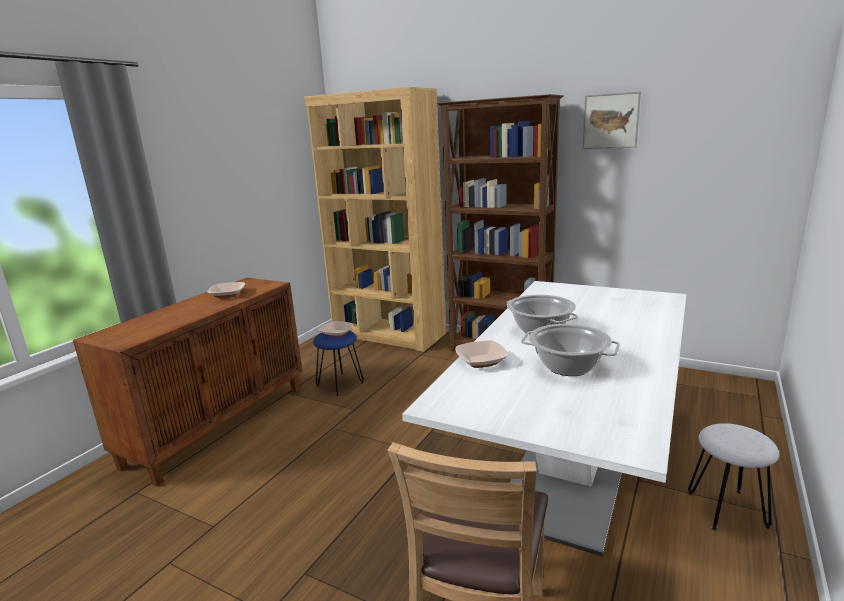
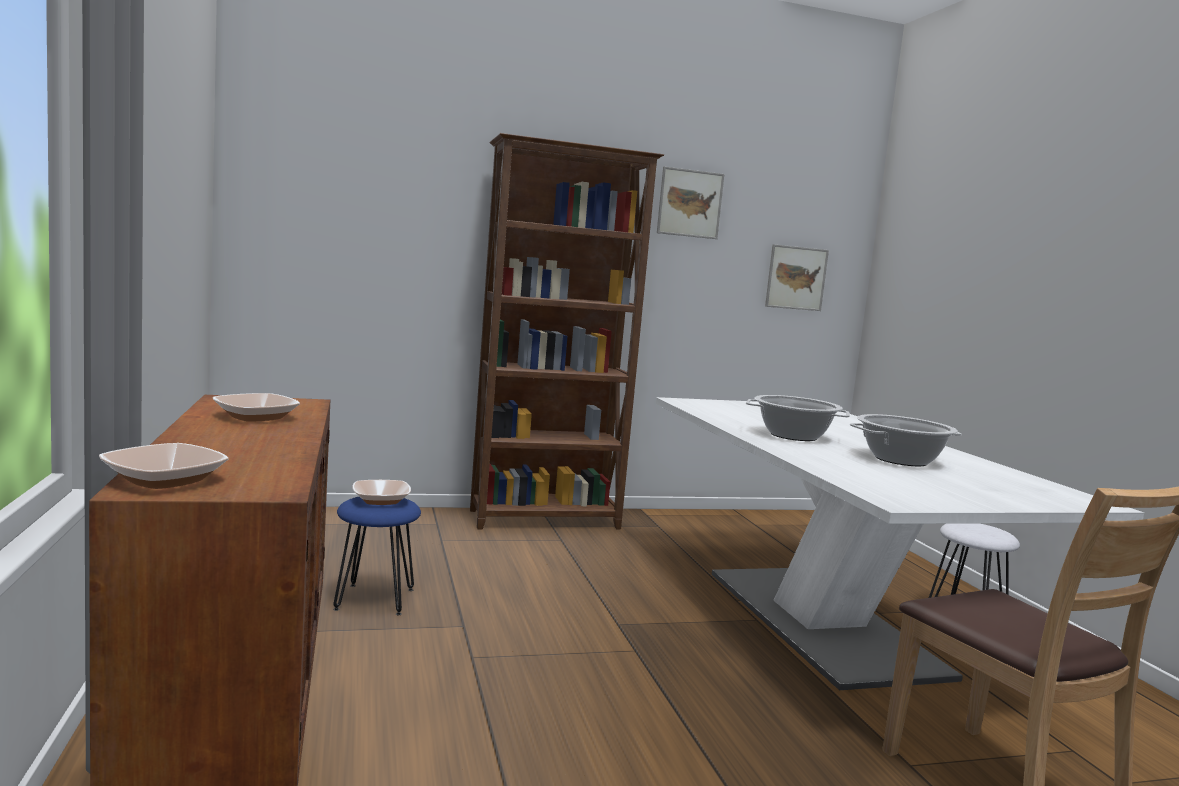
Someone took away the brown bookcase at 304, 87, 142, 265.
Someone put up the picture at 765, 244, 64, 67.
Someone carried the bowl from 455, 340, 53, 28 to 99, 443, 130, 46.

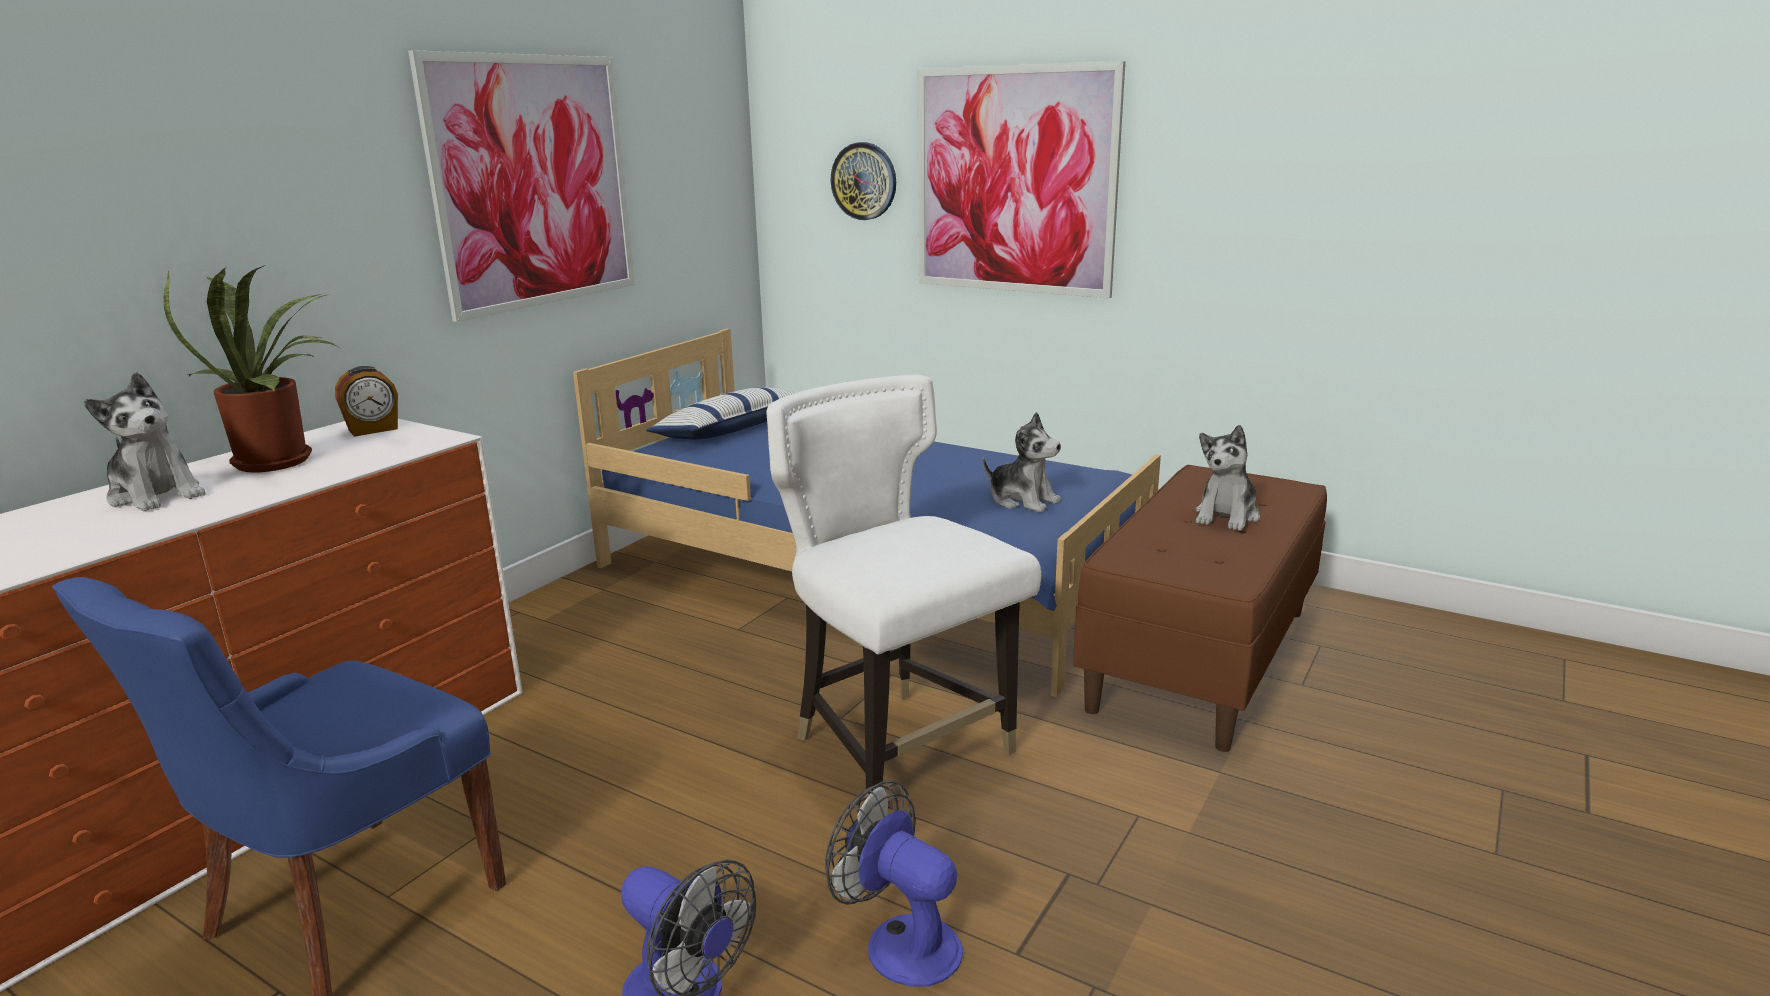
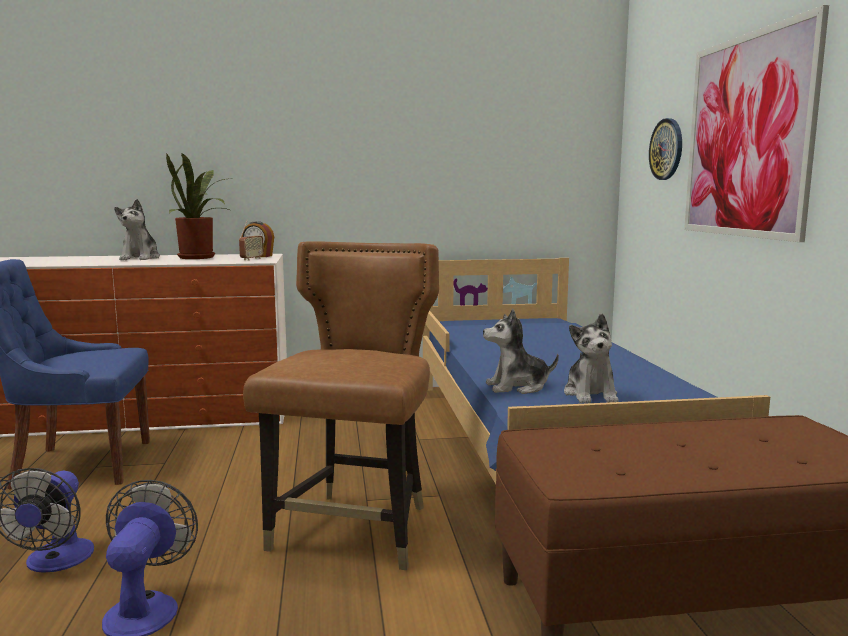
Someone took away the picture at 408, 50, 227, 272.
Someone took away the pillow at 646, 388, 149, 52.
Someone put down the radio at 239, 219, 25, 41.
Someone carried the plush toy from 1196, 425, 64, 106 to 483, 309, 76, 85.
Someone repainted the white chair at 767, 375, 274, 422, which became the brown chair at 243, 241, 196, 329.

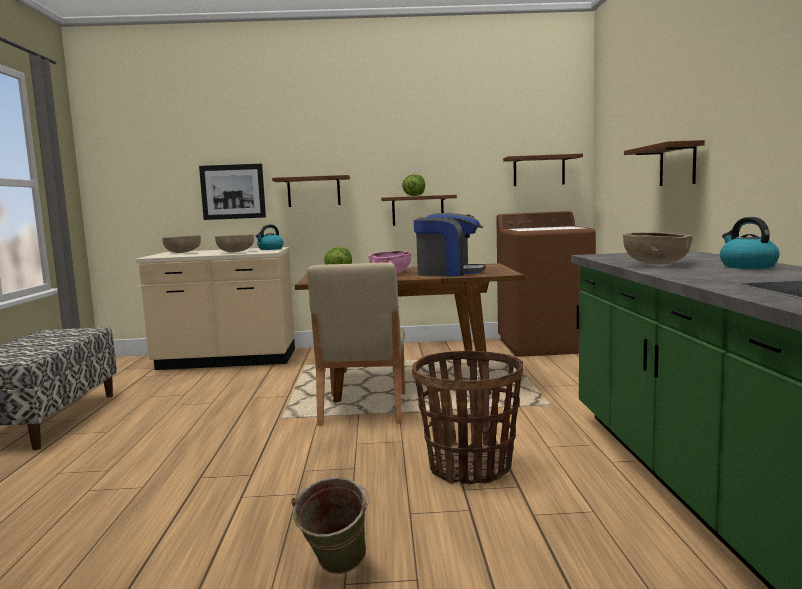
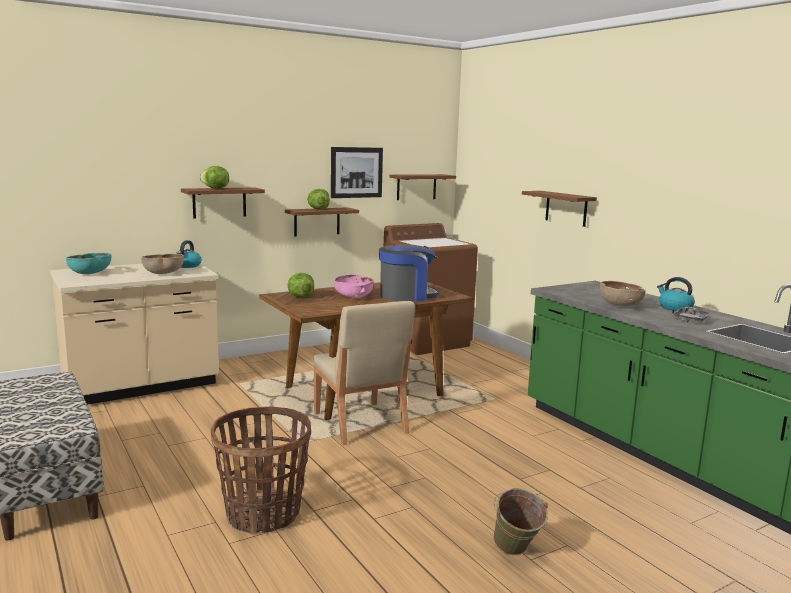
Someone put down the lettuce at 199, 166, 30, 23.
Someone put down the grey tray at 672, 306, 40, 16.
Someone carried the picture from 199, 164, 67, 56 to 331, 147, 52, 51.
Someone carried the basket from 412, 351, 111, 133 to 211, 407, 100, 128.
Someone repainted the brown bowl at 162, 235, 39, 18, which became the turquoise bowl at 66, 253, 45, 21.

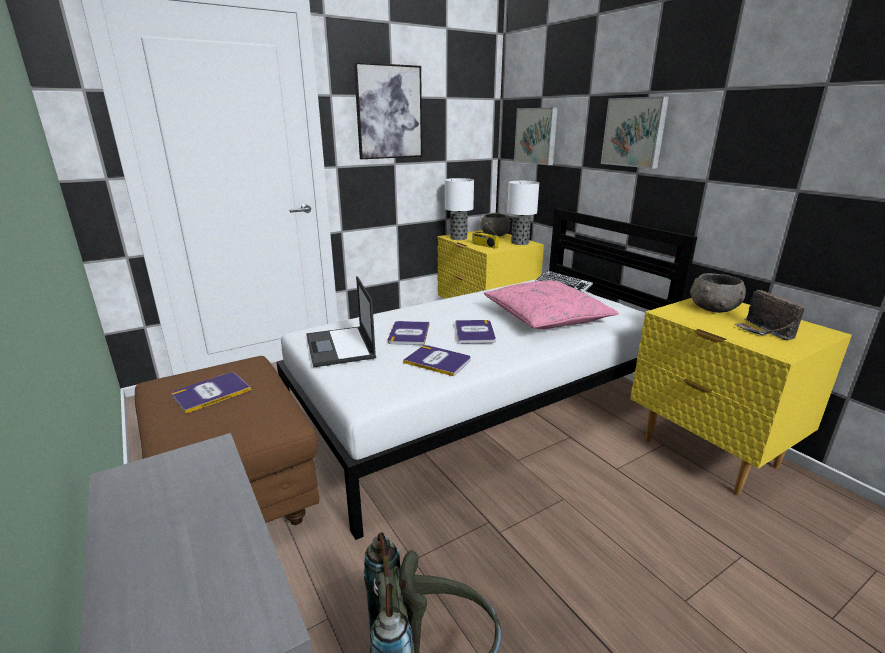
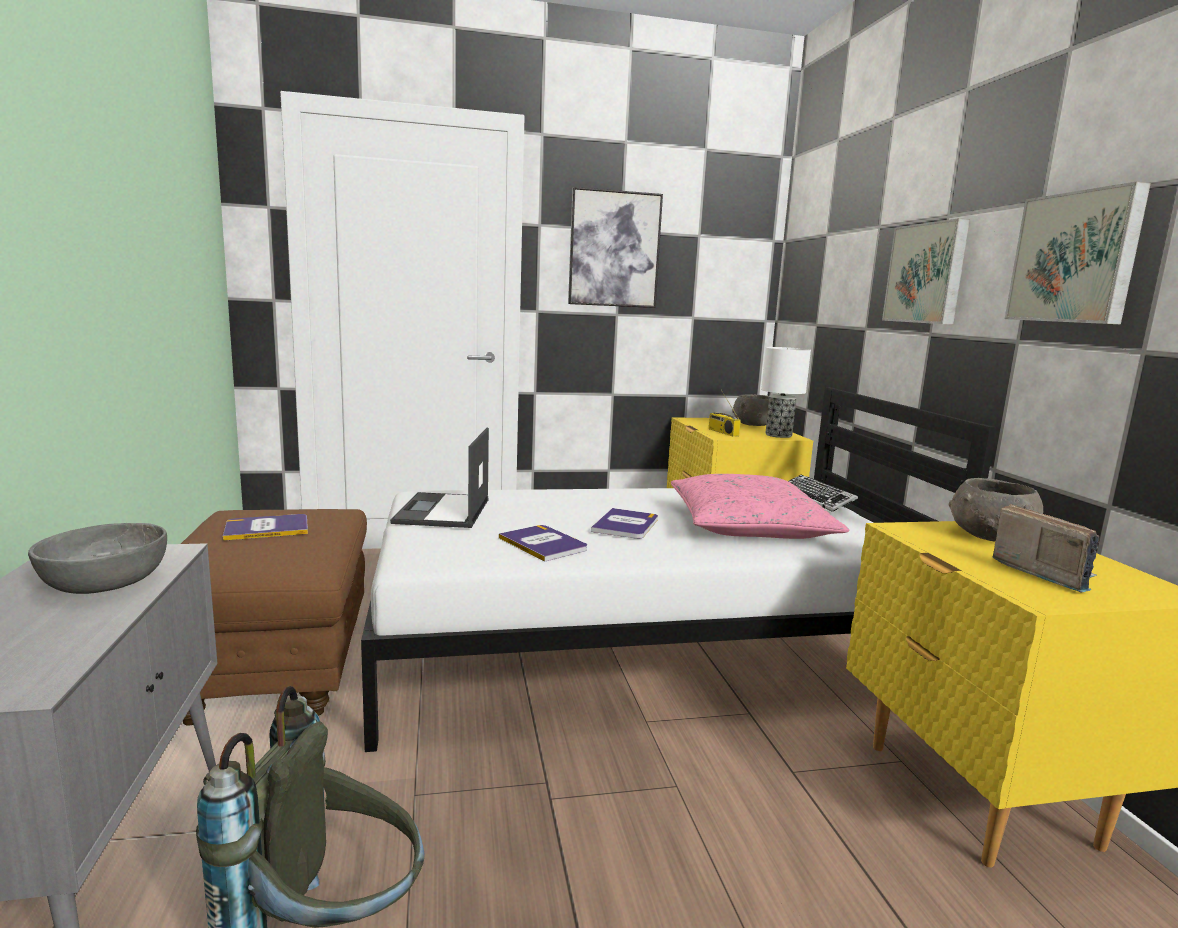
Someone took away the book at 388, 321, 41, 24.
Someone took away the table lamp at 445, 178, 29, 62.
Someone put down the grey bowl at 28, 523, 139, 71.
Someone carried the picture from 514, 108, 44, 57 to 1005, 181, 146, 143.
Someone rotated the radio at 735, 290, 70, 50 by 150 degrees clockwise.

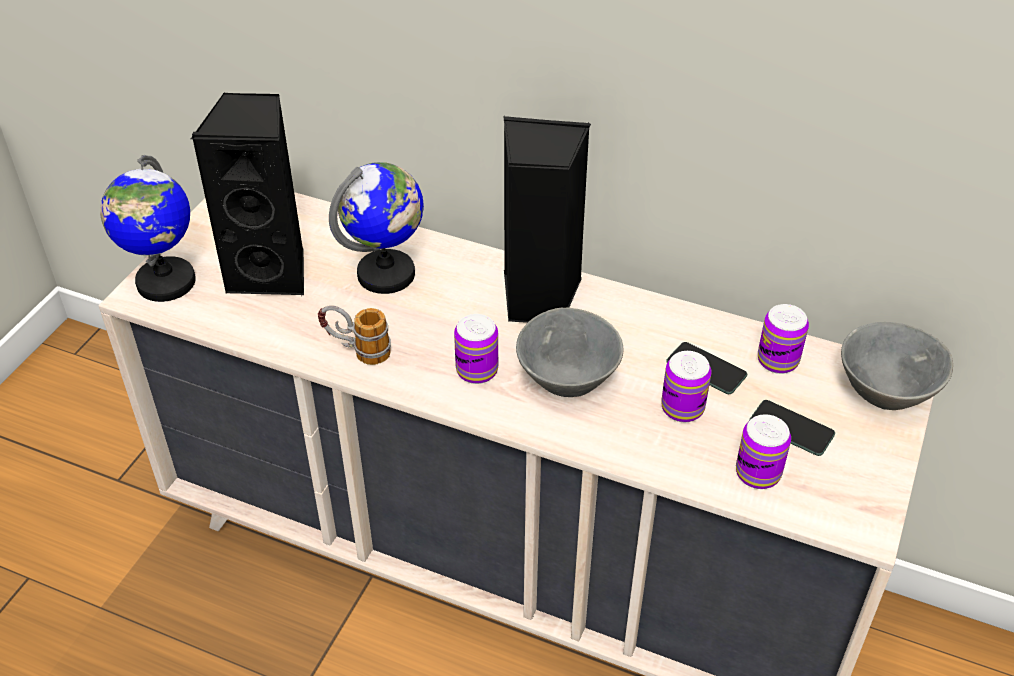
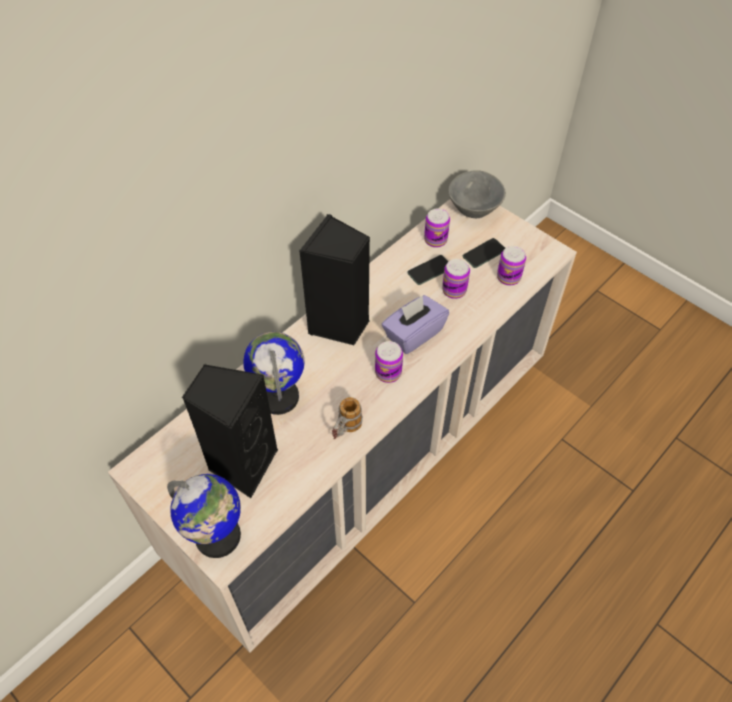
Someone swapped the grey bowl at 516, 307, 107, 90 for the purple tissue box at 382, 295, 67, 59.

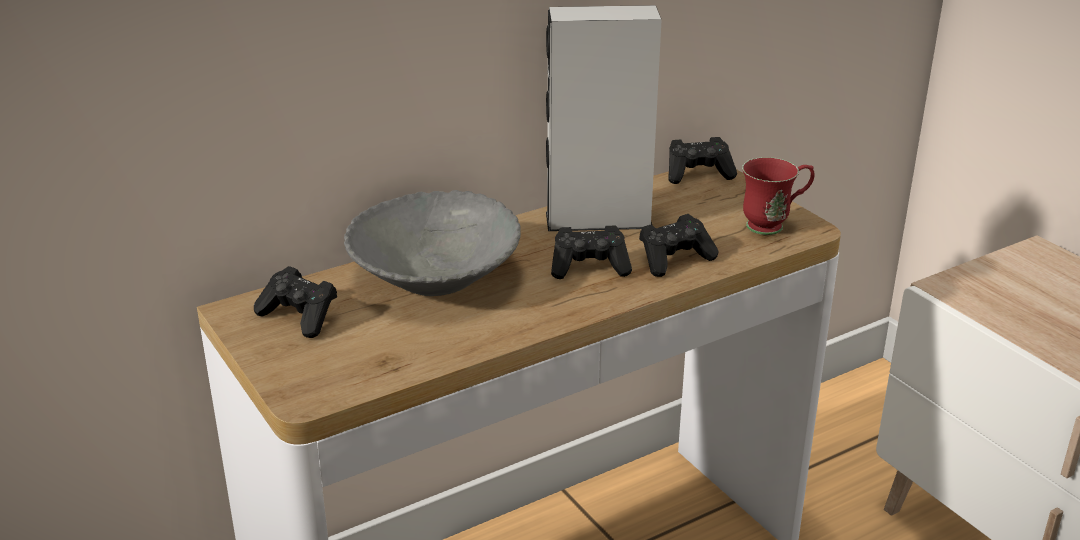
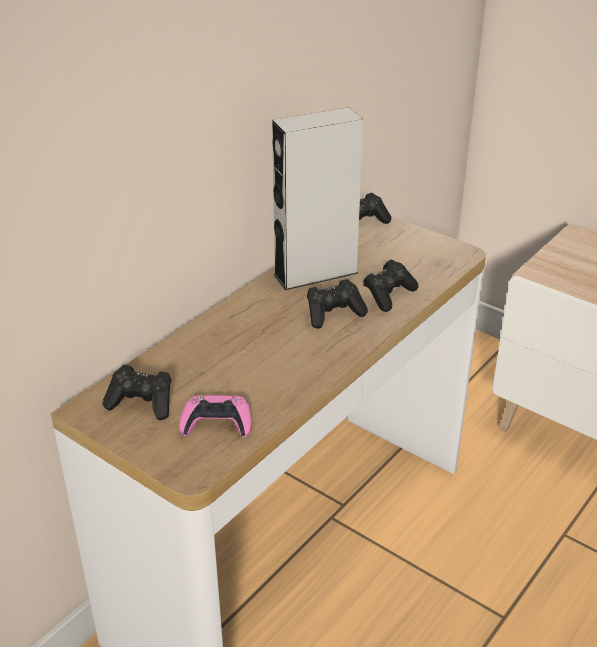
Someone took away the grey bowl at 344, 190, 177, 106.
Someone took away the red mug at 742, 157, 73, 78.
Someone put down the pink game controller at 179, 395, 73, 42.

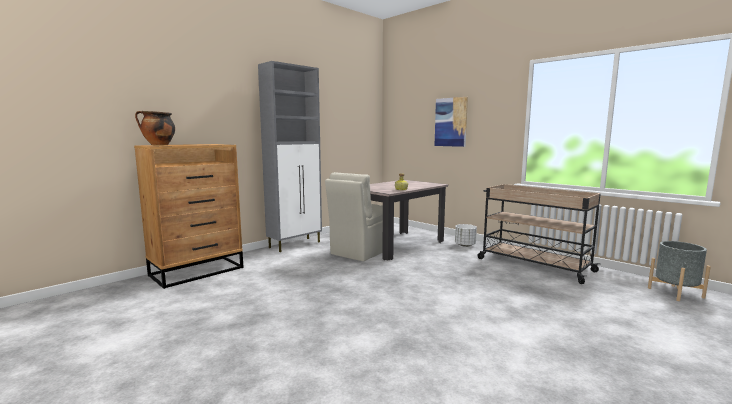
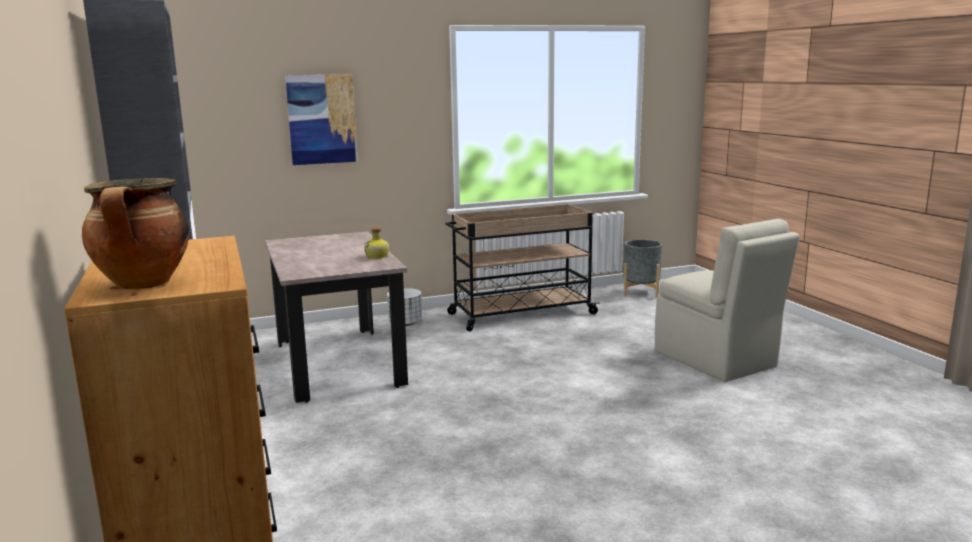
Someone carried the beige chair from 325, 172, 58, 90 to 655, 219, 145, 163.

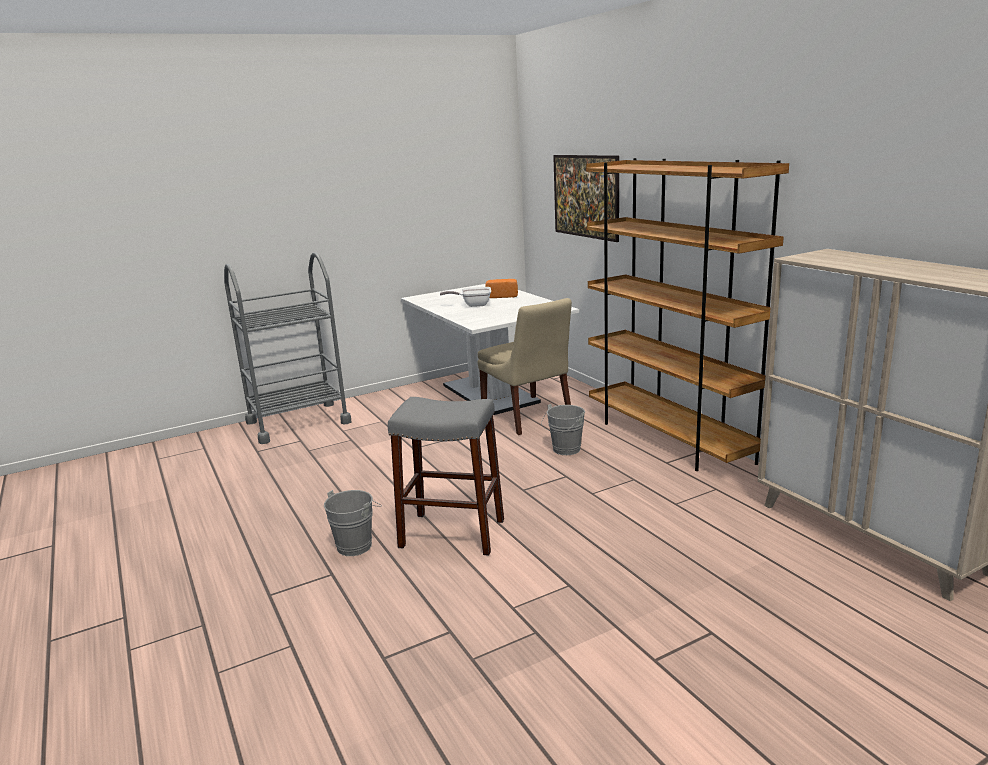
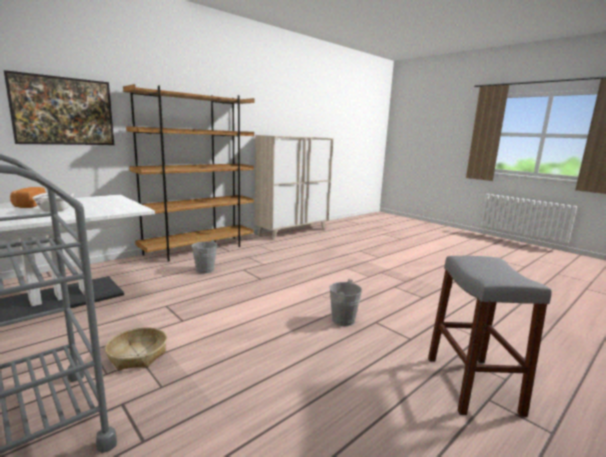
Someone took away the beige chair at 478, 298, 94, 137.
Someone put down the basket at 105, 327, 62, 43.
Someone carried the grey stool from 388, 397, 116, 159 to 428, 256, 124, 161.

